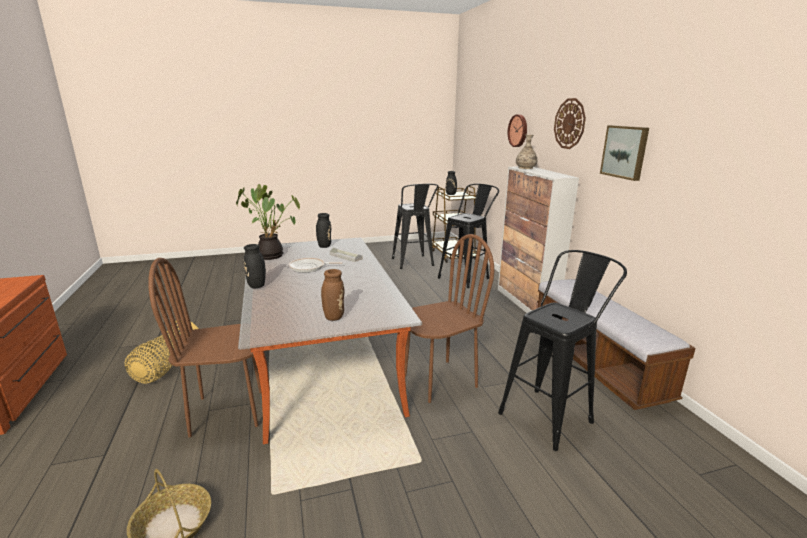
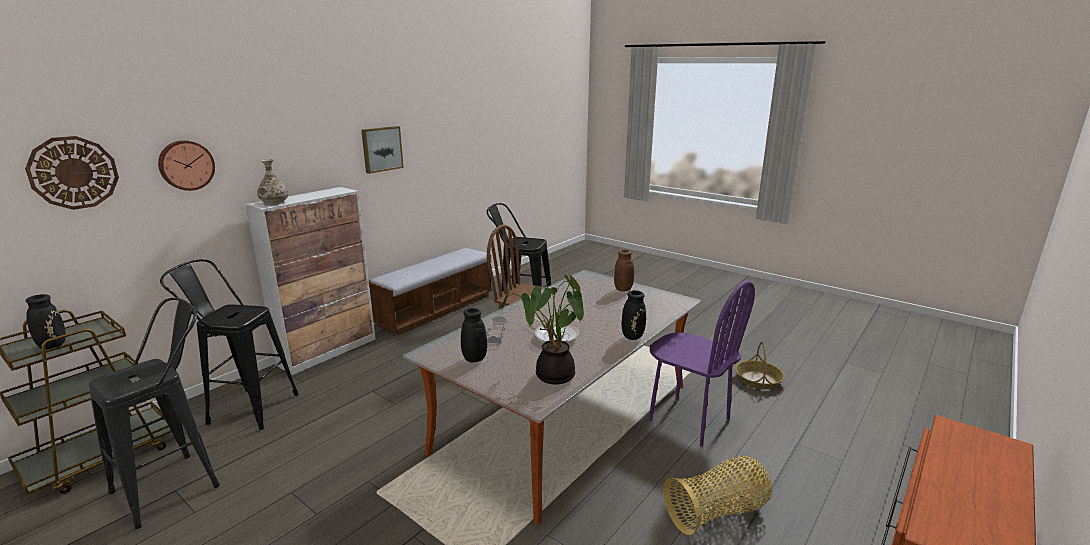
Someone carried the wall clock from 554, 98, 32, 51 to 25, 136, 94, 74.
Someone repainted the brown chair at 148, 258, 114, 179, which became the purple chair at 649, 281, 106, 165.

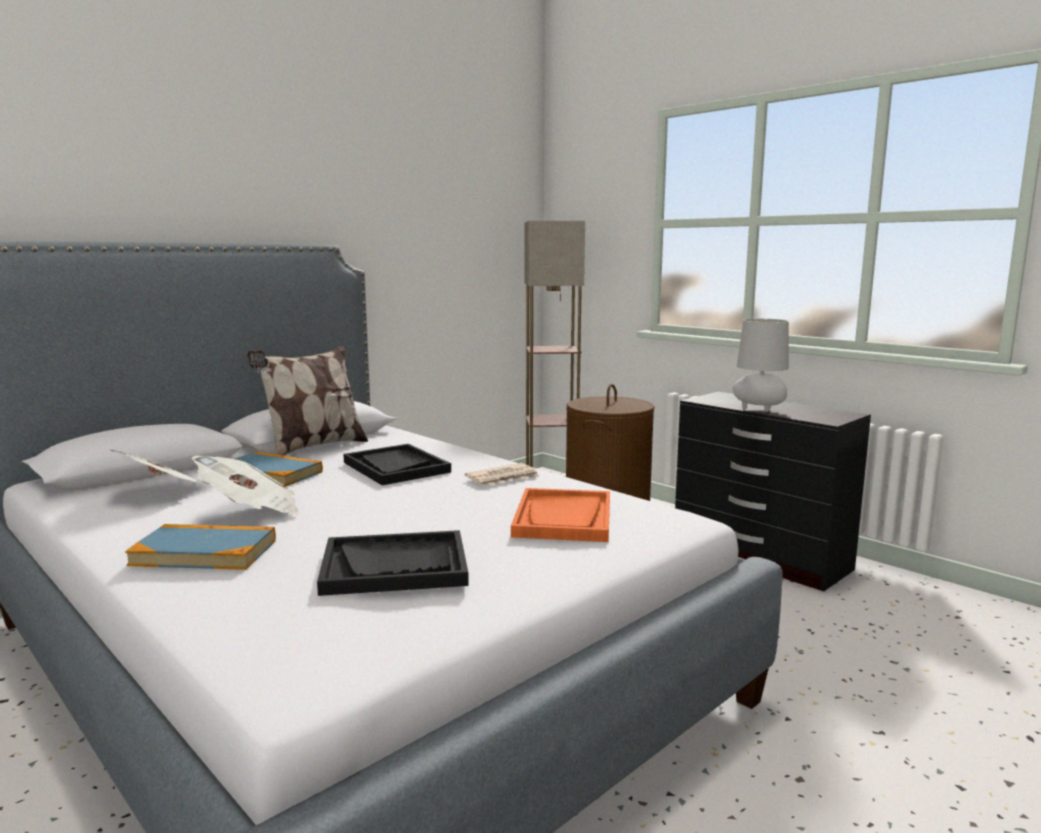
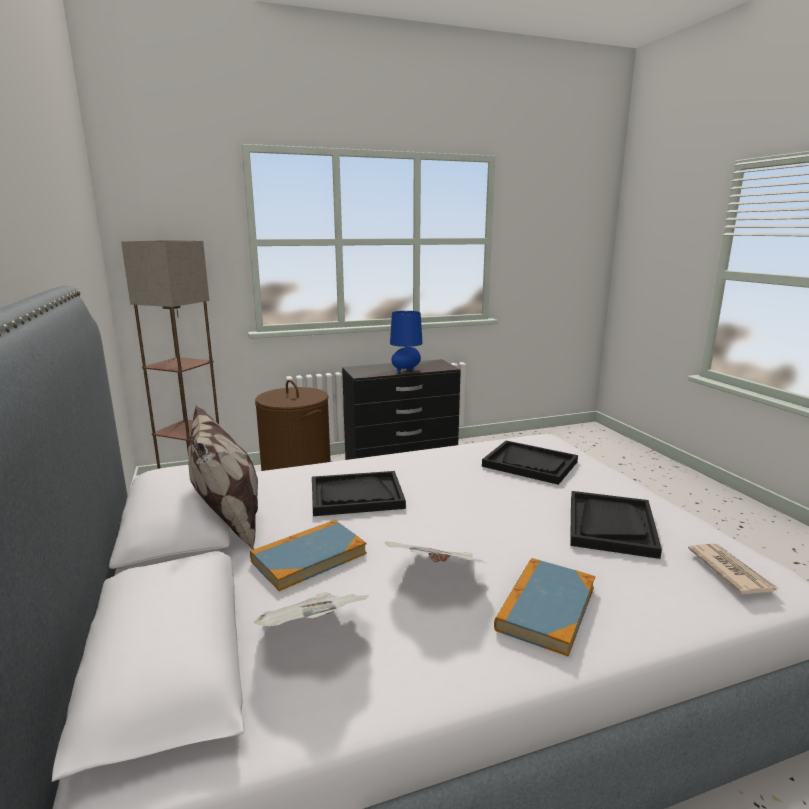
Someone carried the newspaper from 465, 463, 75, 23 to 688, 544, 90, 50.
Someone repainted the orange tray at 511, 488, 99, 54, which became the black tray at 482, 441, 96, 44.
Someone repainted the grey table lamp at 733, 319, 56, 93, which became the blue table lamp at 390, 311, 33, 62.

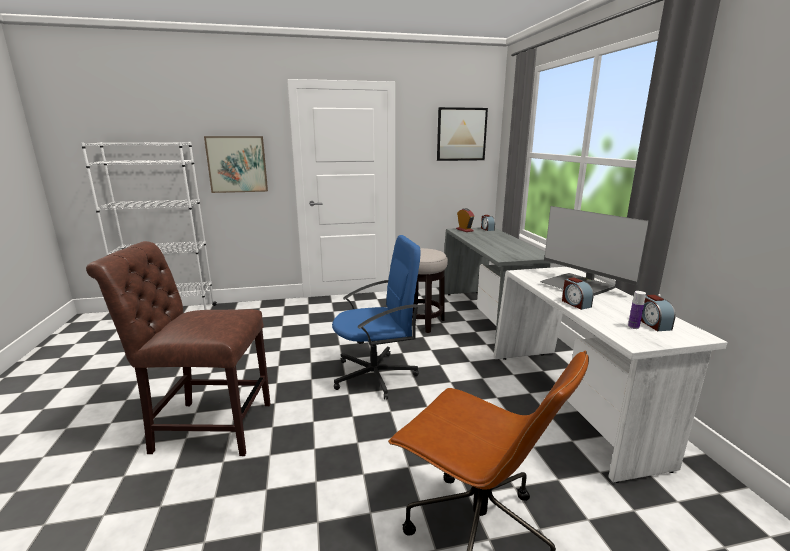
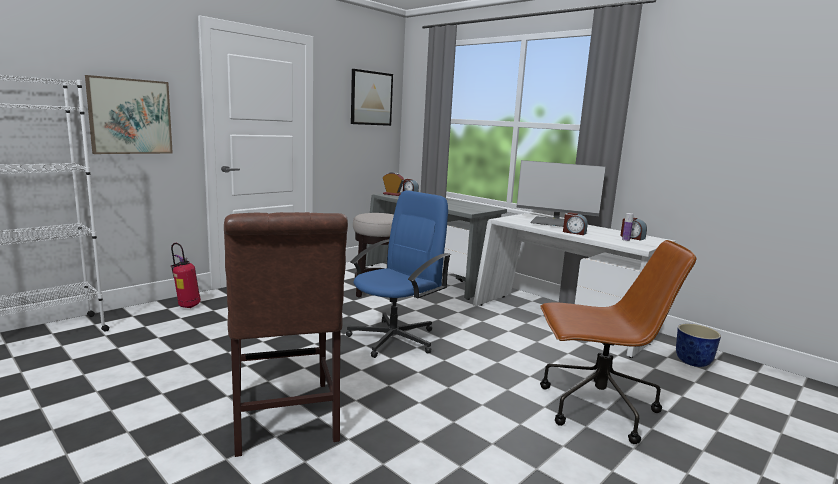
Someone put down the fire extinguisher at 170, 243, 31, 65.
Someone put down the planter at 676, 324, 45, 43.
Someone rotated the brown chair at 86, 241, 184, 215 by 75 degrees counterclockwise.

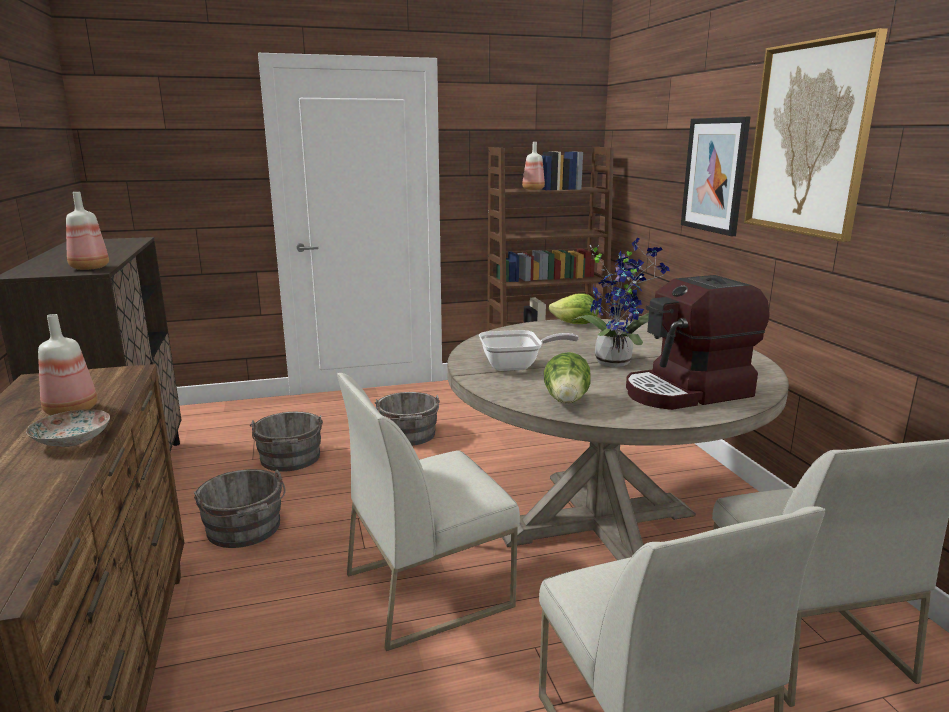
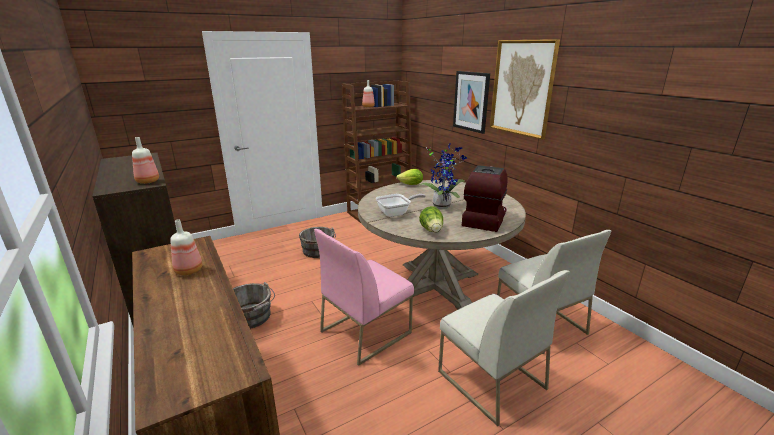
Someone took away the plate at 26, 409, 84, 38.
Someone took away the grey bucket at 250, 412, 73, 60.
Someone repainted the white chair at 337, 373, 183, 278, which became the pink chair at 314, 229, 100, 137.
Someone rotated the coffee machine at 626, 275, 144, 135 by 150 degrees clockwise.

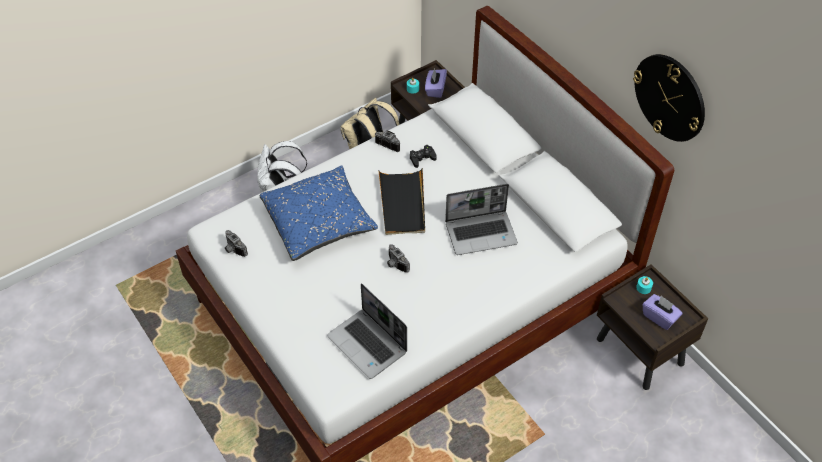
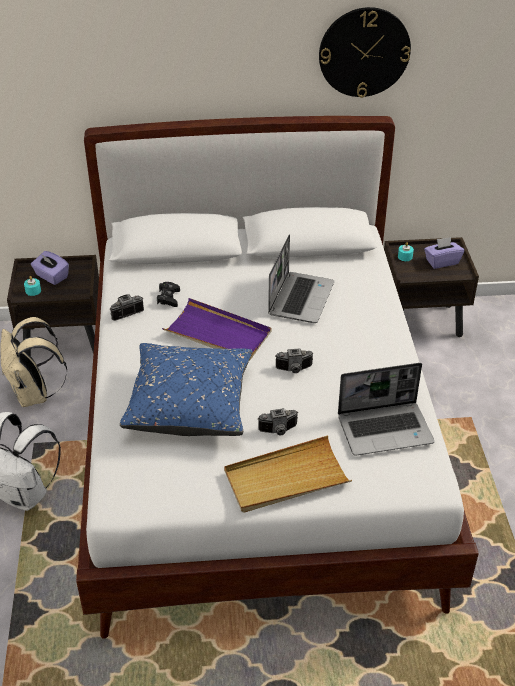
Someone put down the beige tray at 224, 435, 128, 78.
Someone carried the photo camera from 225, 230, 23, 27 to 258, 408, 40, 28.
Someone repainted the black tray at 378, 168, 47, 67, which became the purple tray at 162, 298, 109, 63.

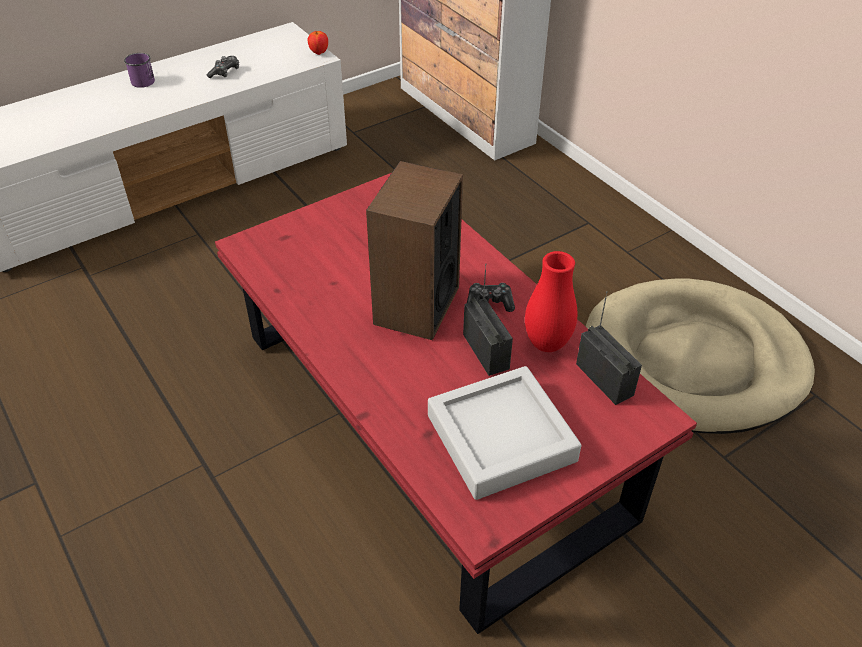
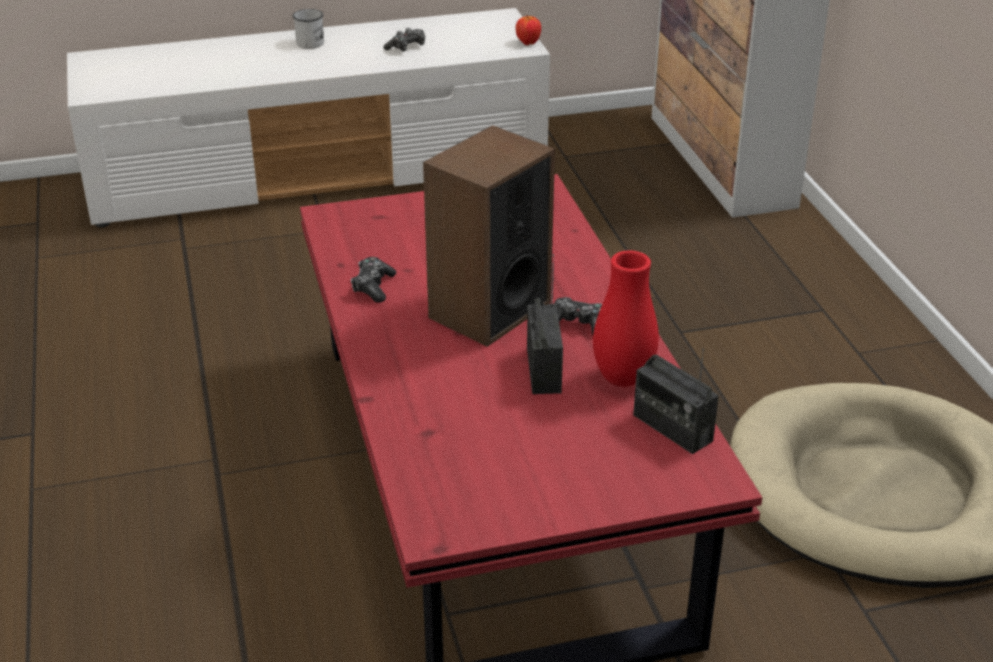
Someone took away the grey tray at 428, 366, 154, 134.
Someone put down the game controller at 351, 257, 45, 46.
Someone repainted the purple mug at 124, 53, 31, 35, which became the white mug at 293, 9, 31, 40.
Someone rotated the radio at 576, 291, 66, 114 by 150 degrees clockwise.

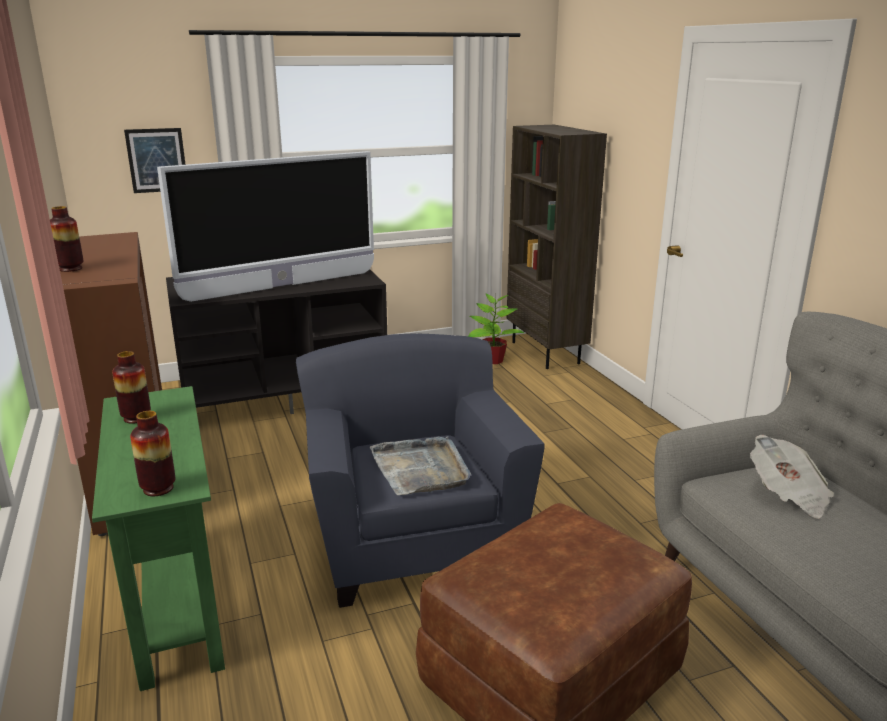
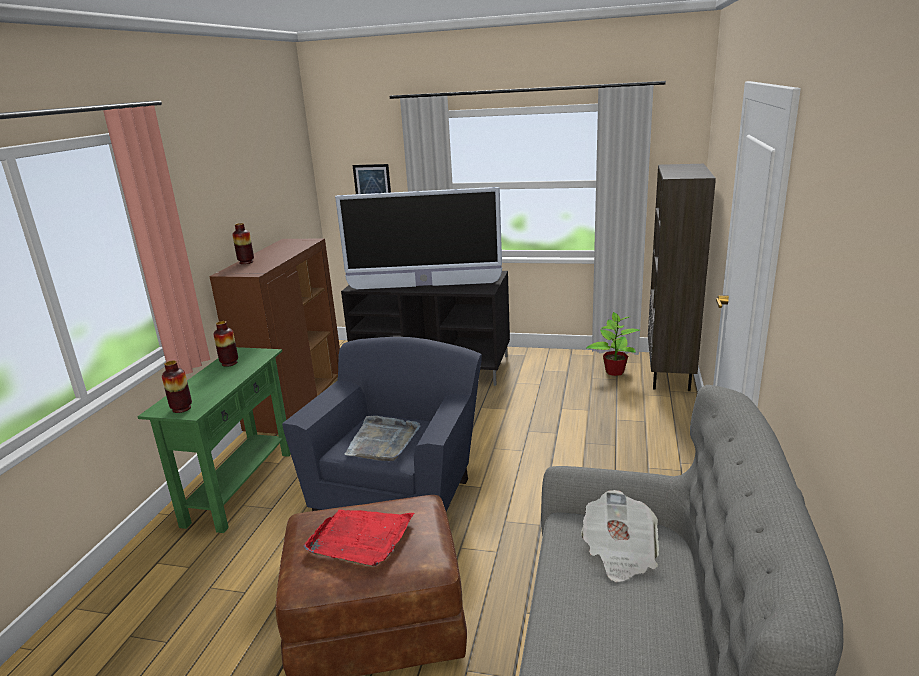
Someone put down the red tray at 303, 510, 111, 57.

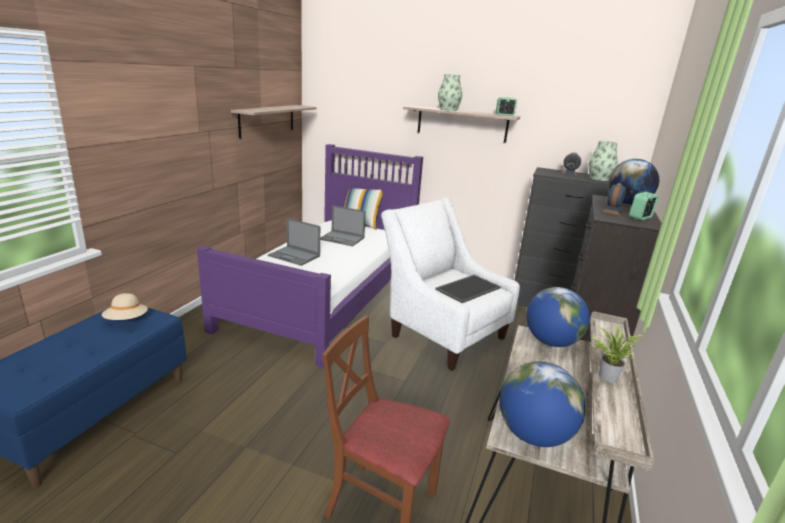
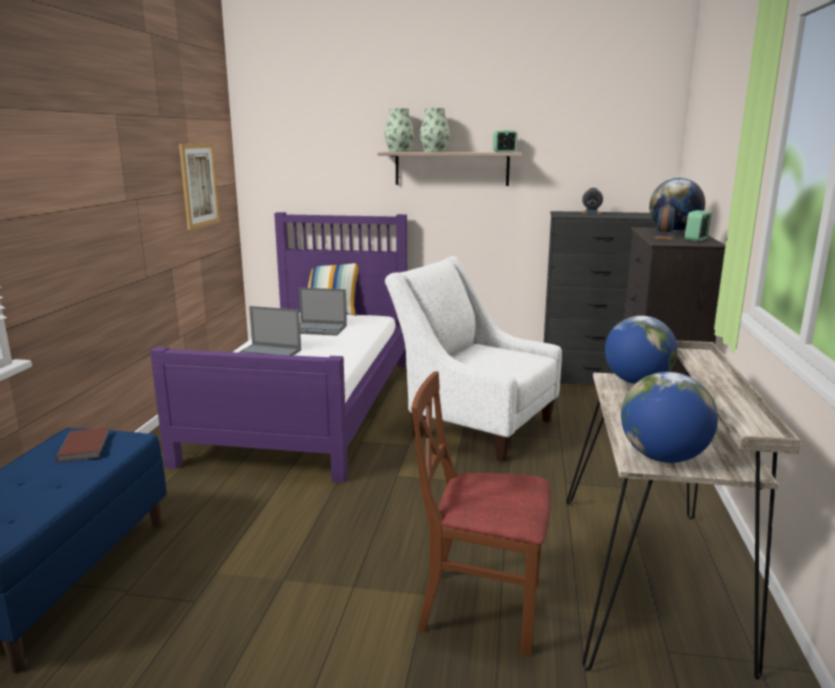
Someone took away the tray at 435, 275, 66, 28.
Someone took away the potted plant at 591, 325, 52, 58.
Someone carried the vase from 589, 141, 29, 40 to 384, 108, 30, 44.
Someone swapped the beige hat at 102, 293, 46, 27 for the brown book at 56, 428, 53, 34.
Someone swapped the shelf at 231, 105, 86, 33 for the picture at 179, 143, 41, 87.

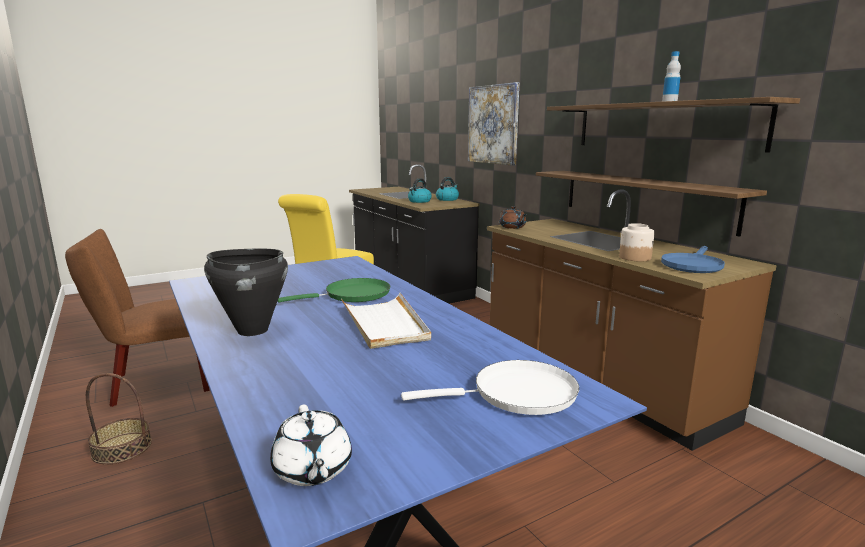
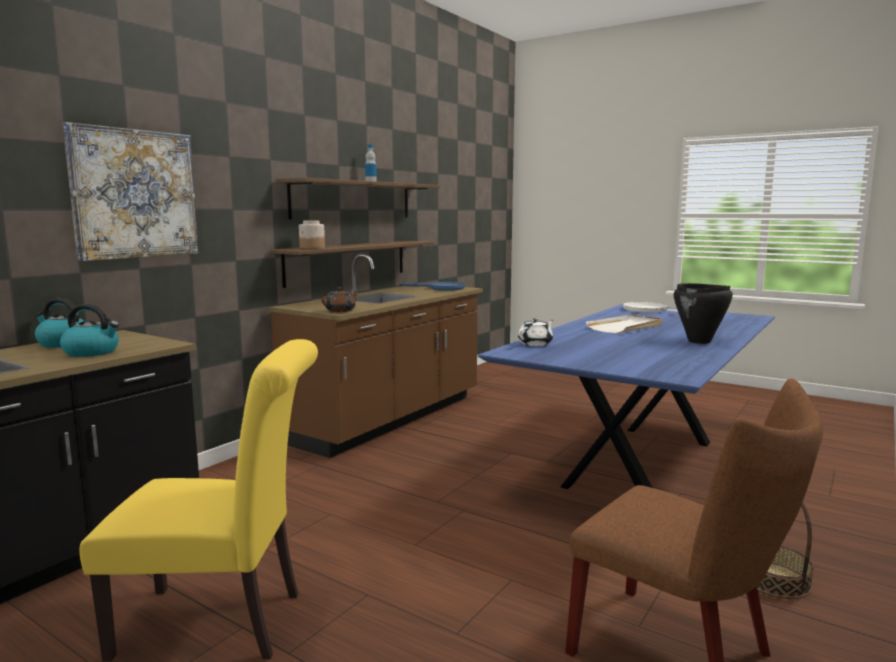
Someone took away the green frying pan at 278, 278, 112, 24.
Someone carried the white teapot from 270, 405, 82, 81 to 518, 317, 35, 29.
Someone carried the jar from 619, 223, 36, 39 to 299, 221, 26, 28.

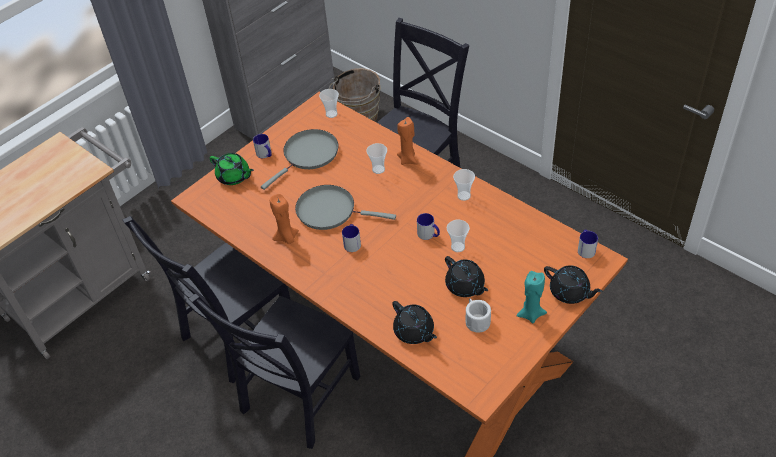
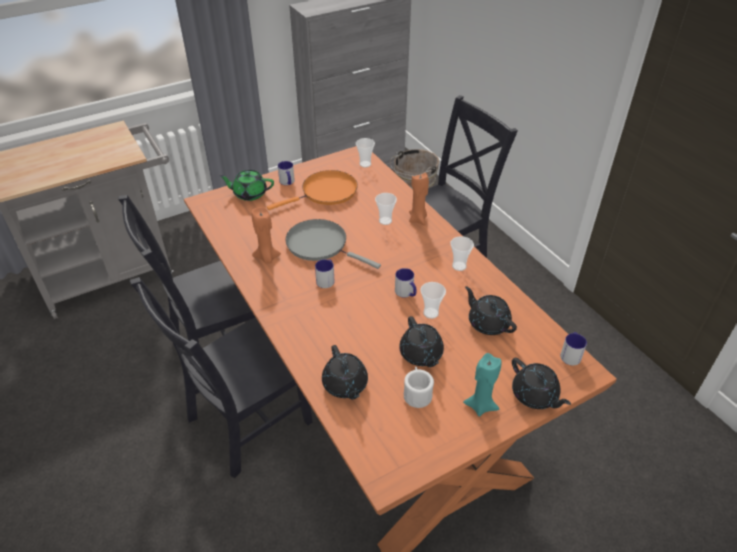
Someone put down the black teapot at 465, 286, 52, 49.
Someone repainted the grey frying pan at 261, 129, 78, 61, which became the orange frying pan at 267, 170, 91, 40.
Someone rotated the green teapot at 209, 153, 45, 32 by 135 degrees clockwise.

